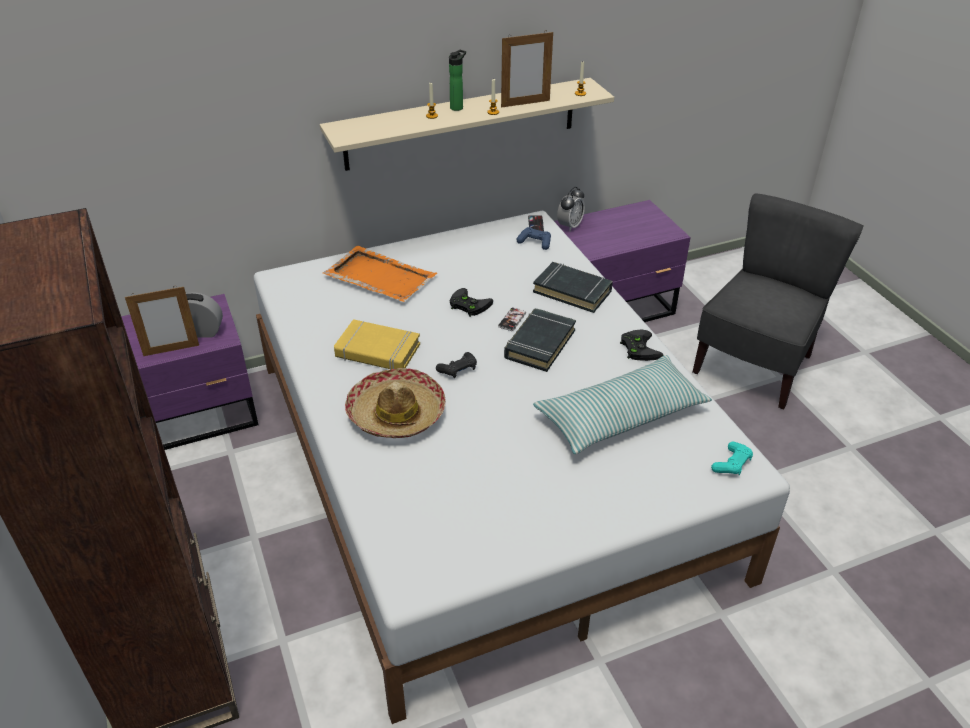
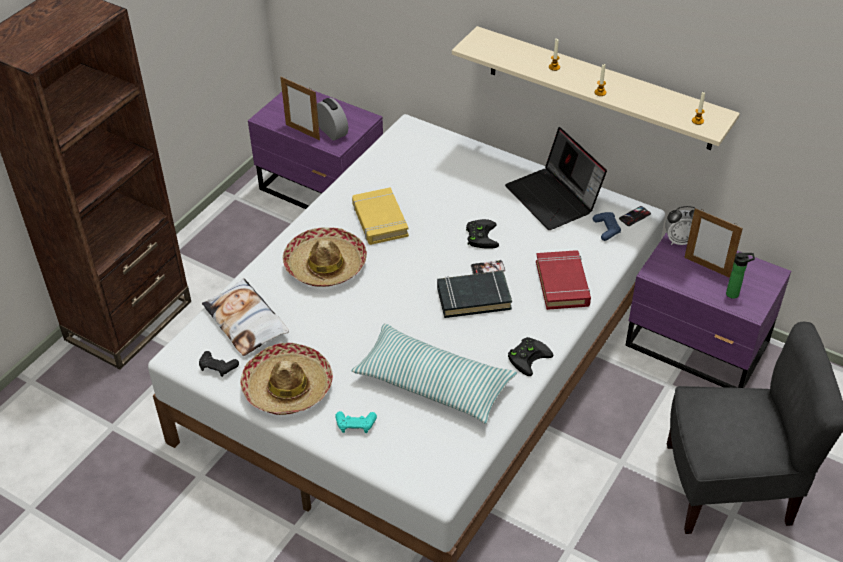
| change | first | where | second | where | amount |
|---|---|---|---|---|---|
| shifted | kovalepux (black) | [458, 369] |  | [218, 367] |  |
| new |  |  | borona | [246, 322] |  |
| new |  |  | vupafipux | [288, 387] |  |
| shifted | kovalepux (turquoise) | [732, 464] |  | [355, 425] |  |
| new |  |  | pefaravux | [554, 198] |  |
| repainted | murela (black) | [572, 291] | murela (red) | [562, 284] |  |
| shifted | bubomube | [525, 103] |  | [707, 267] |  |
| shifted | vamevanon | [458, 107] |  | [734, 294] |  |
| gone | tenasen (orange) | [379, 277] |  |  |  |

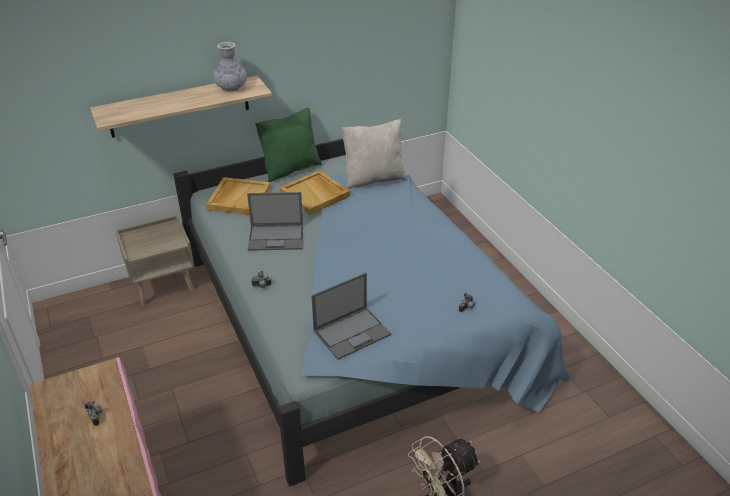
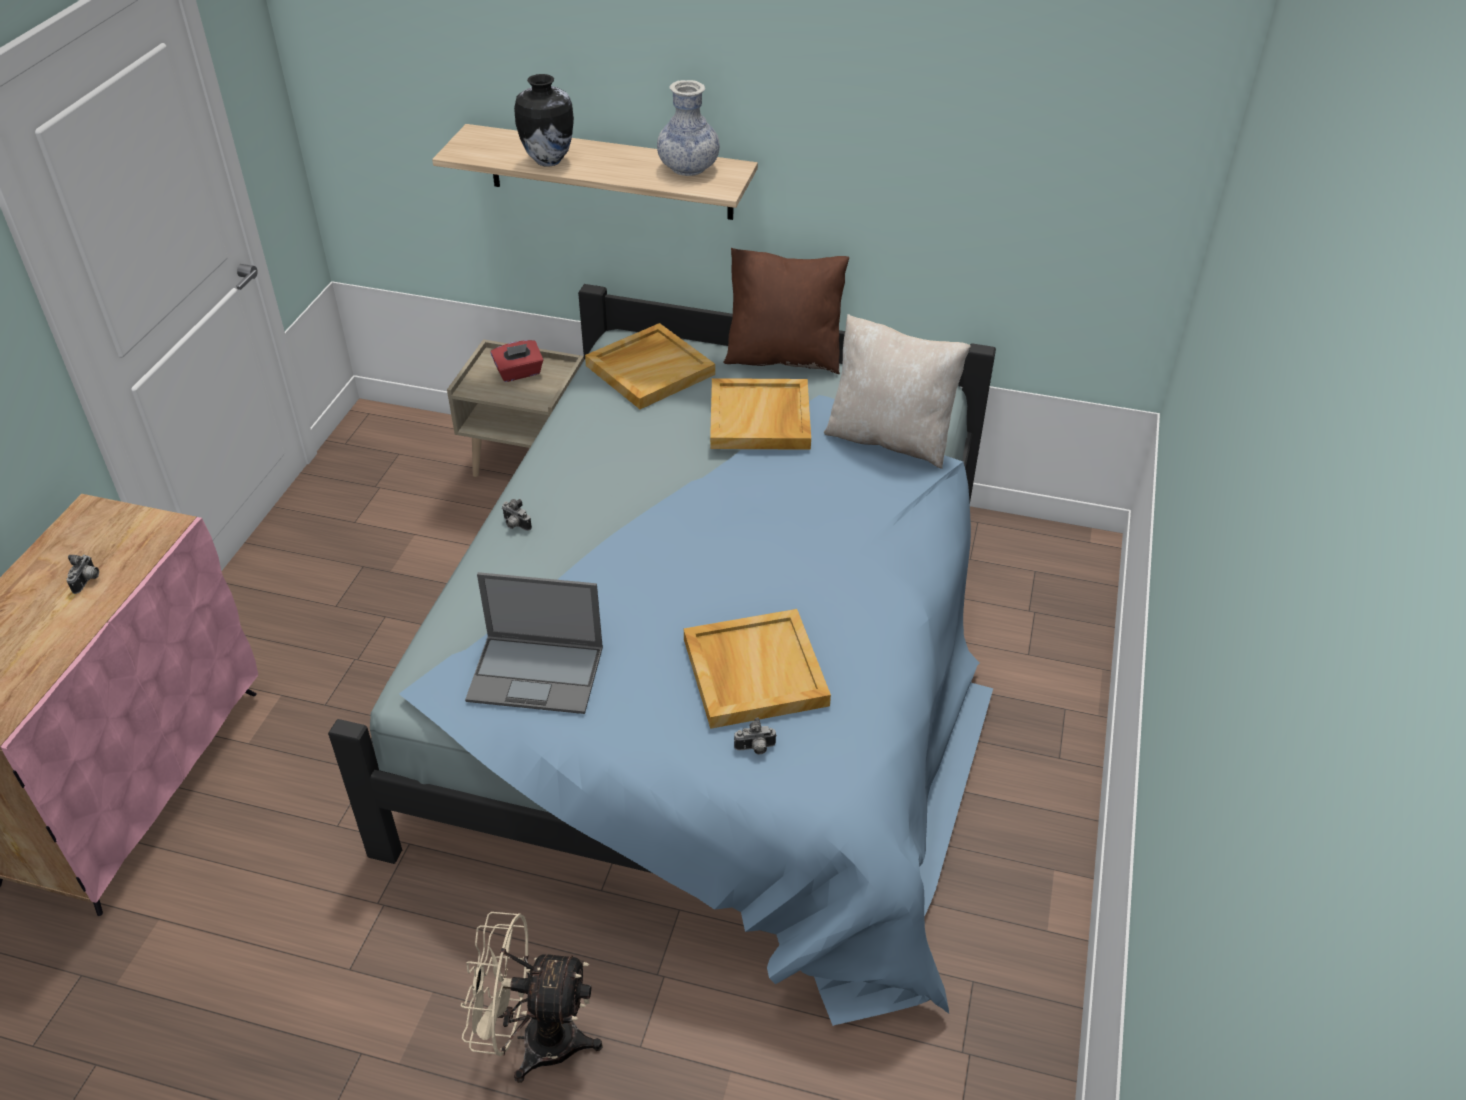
| change | first | where | second | where | amount |
|---|---|---|---|---|---|
| new |  |  | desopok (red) | [519, 373] |  |
| new |  |  | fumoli | [548, 160] |  |
| new |  |  | tenasen (beige) | [753, 671] |  |
| repainted | borona (green) | [290, 169] | borona (brown) | [783, 357] |  |
| gone | pefaravux | [277, 237] |  |  |  |

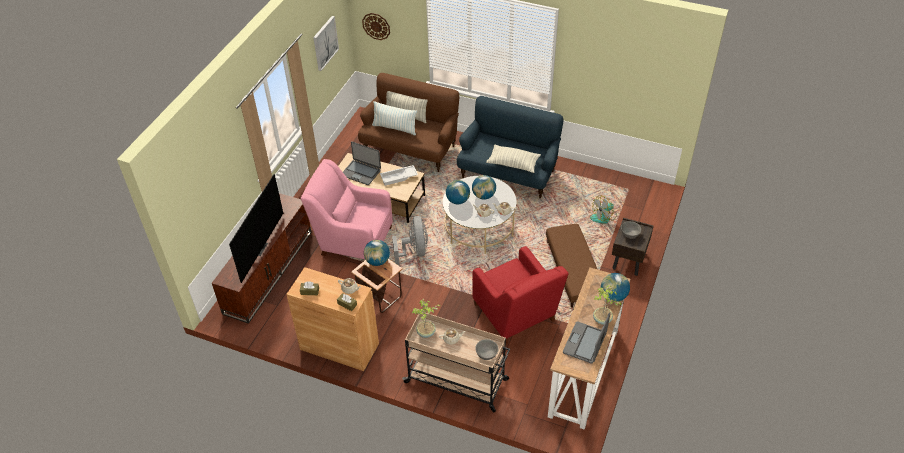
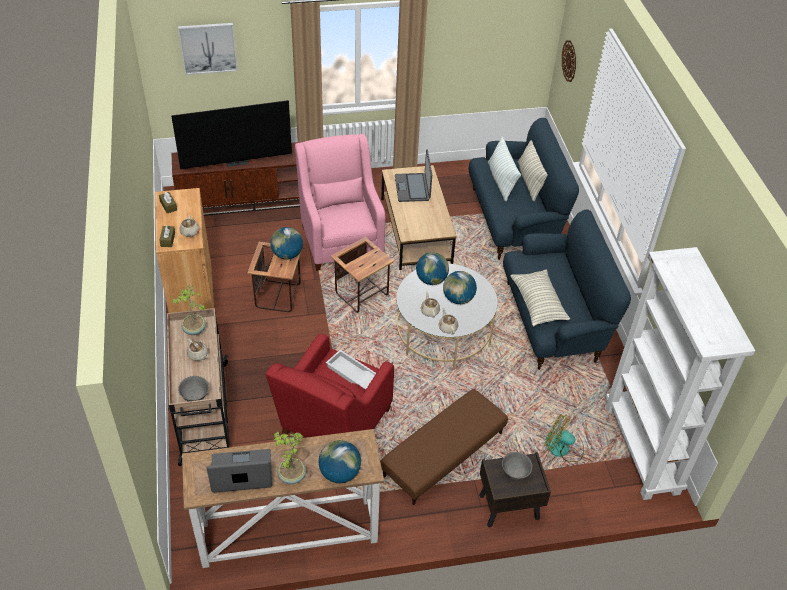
| change | first | where | second | where | amount |
|---|---|---|---|---|---|
| shifted | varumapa | [325, 43] |  | [208, 48] |  |
| shifted | tenasen (white) | [399, 177] |  | [352, 374] |  |
| swapped | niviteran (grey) | [414, 251] | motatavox | [362, 294] |  |
| repainted | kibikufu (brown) | [410, 148] | kibikufu (blue) | [513, 220] |  |
| new |  |  | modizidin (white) | [642, 449] |  |

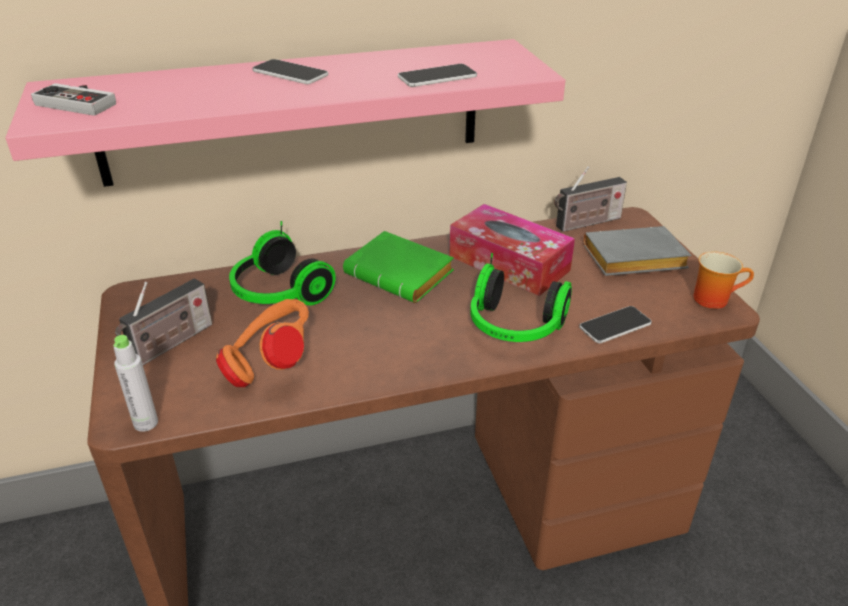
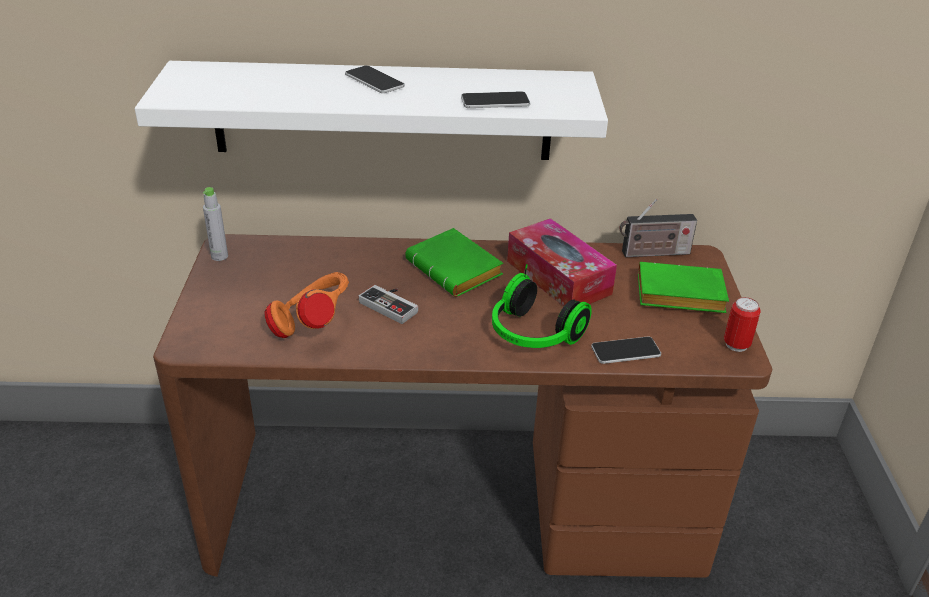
| change | first | where | second | where | amount |
|---|---|---|---|---|---|
| repainted | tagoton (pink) | [293, 112] | tagoton (white) | [383, 111] |  |
| shifted | vamevanon (grey) | [146, 423] |  | [219, 256] |  |
| shifted | kovalepux | [81, 102] |  | [392, 305] |  |
| repainted | murela (grey) | [632, 260] | murela (green) | [677, 296] |  |
| swapped | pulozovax | [713, 298] | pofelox | [736, 345] |  |
| gone | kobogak | [170, 345] |  |  |  |
| gone | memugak | [277, 293] |  |  |  |

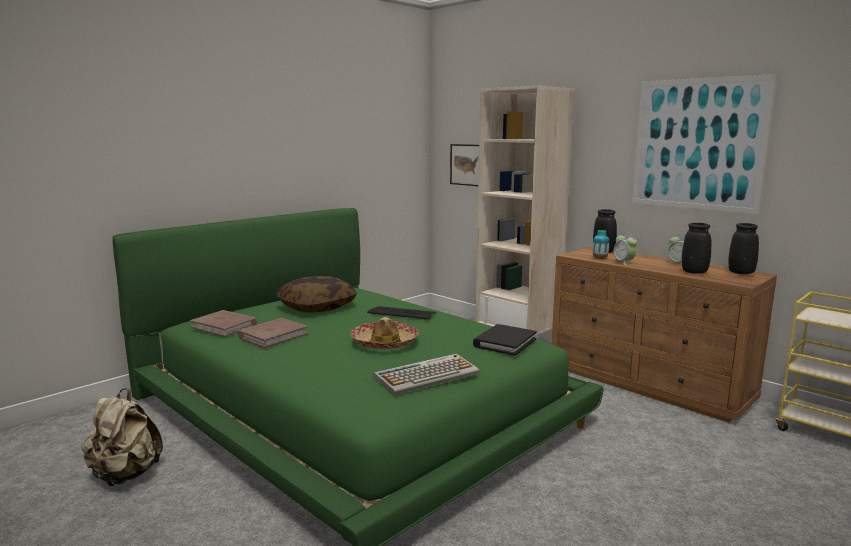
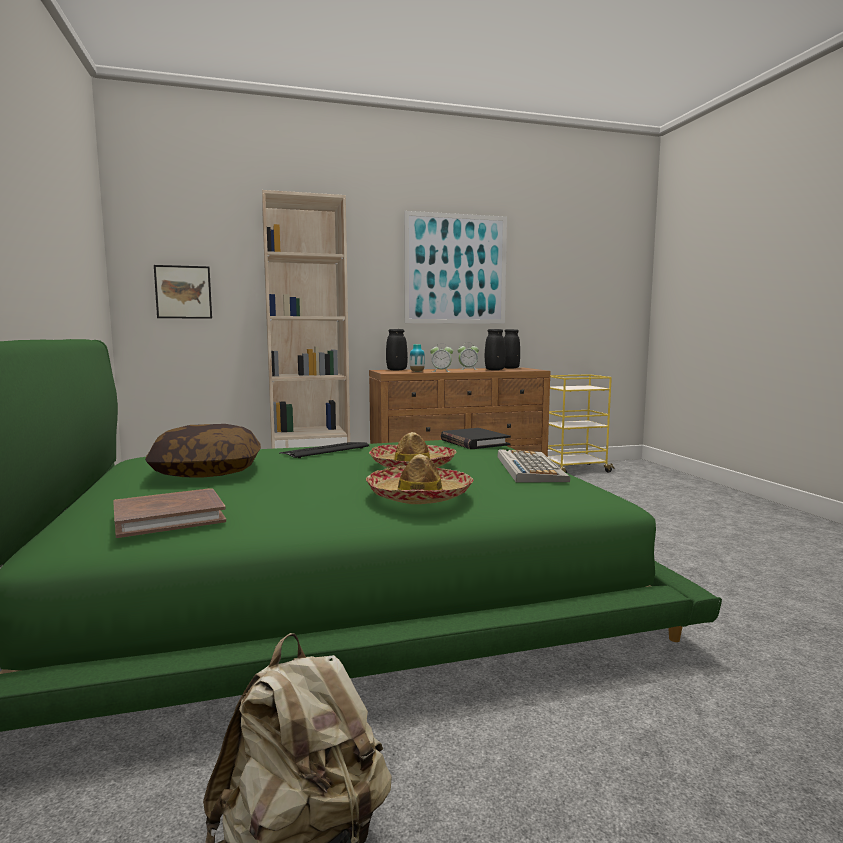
| change | first | where | second | where | amount |
|---|---|---|---|---|---|
| new |  |  | vupafipux | [419, 496] |  |
| gone | murela (brown) | [273, 336] |  |  |  |

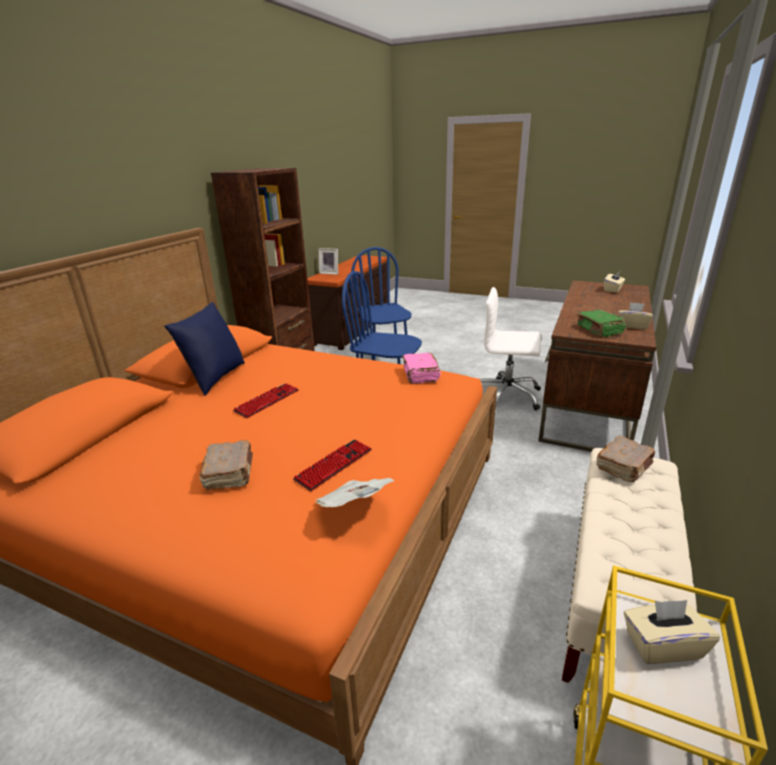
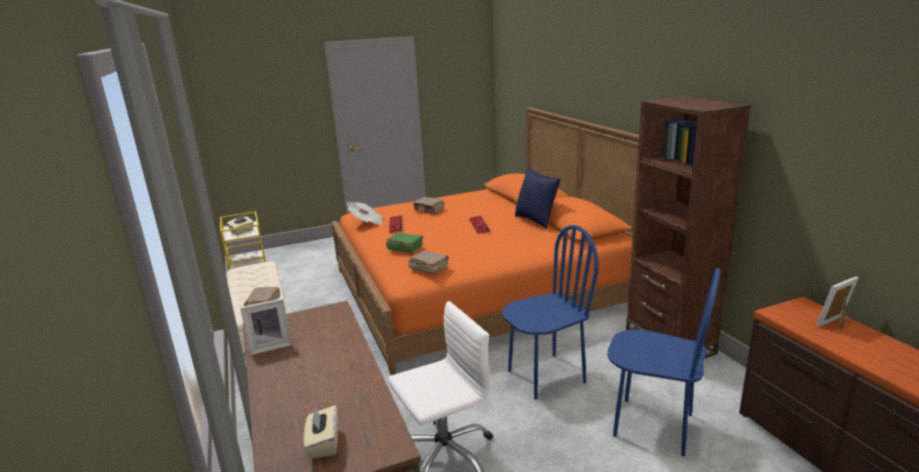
| change | first | where | second | where | amount |
|---|---|---|---|---|---|
| swapped | desopok (beige) | [632, 326] | bubomube | [270, 346] |  |
| shifted | murela (green) | [599, 330] |  | [404, 248] |  |
| repainted | murela (pink) | [420, 375] | murela (brown) | [428, 268] |  |

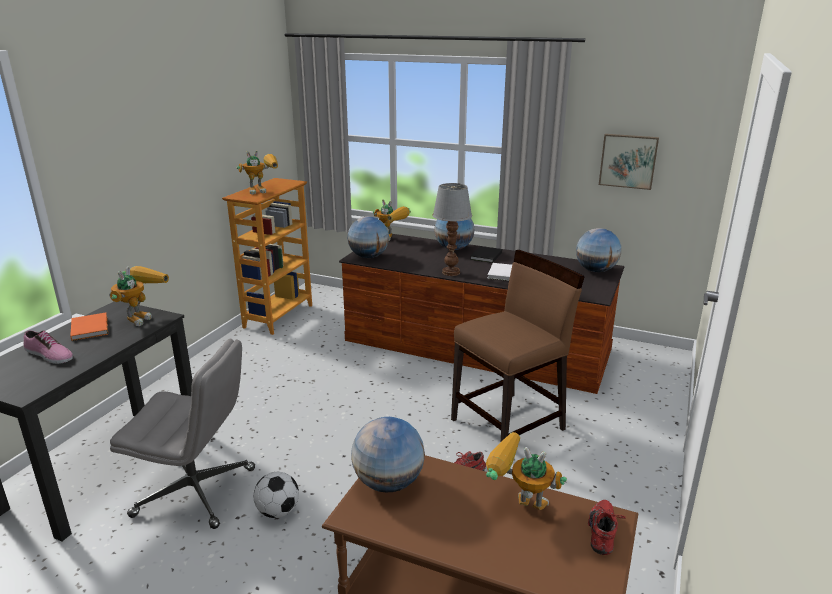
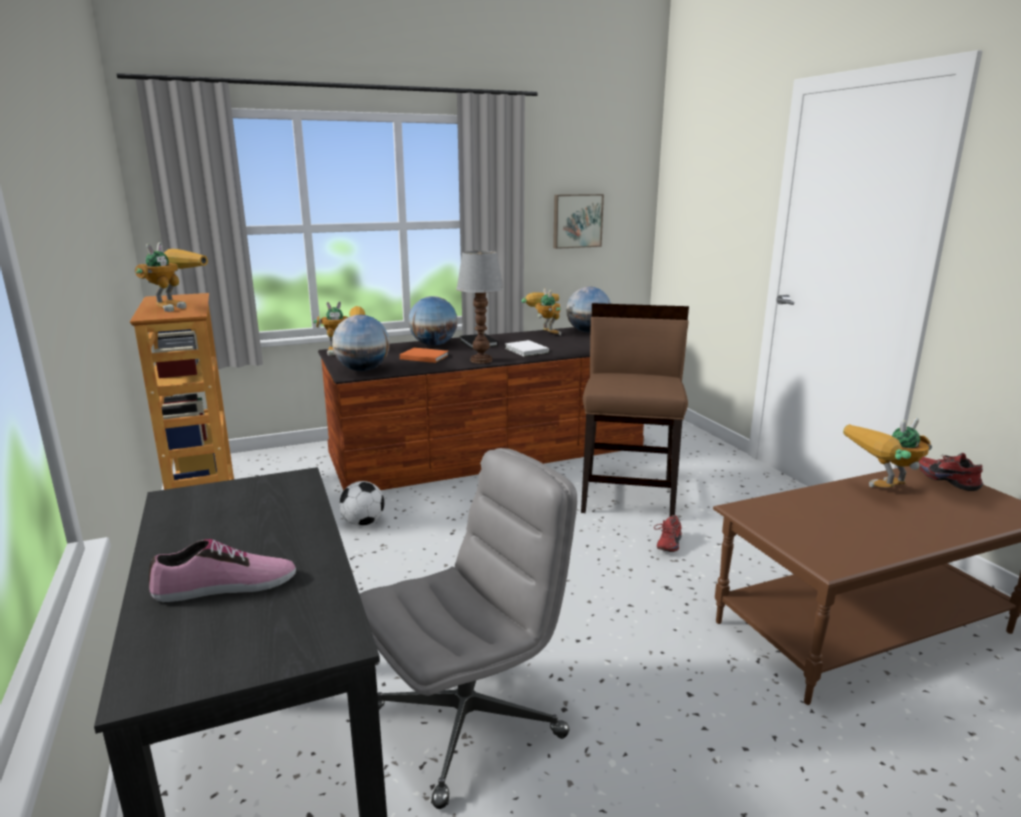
| change | first | where | second | where | amount |
|---|---|---|---|---|---|
| shifted | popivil | [278, 511] |  | [363, 522] |  |
| shifted | murela (orange) | [90, 328] |  | [423, 357] |  |
| shifted | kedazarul | [141, 316] |  | [544, 333] |  |
| gone | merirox | [389, 483] |  |  |  |

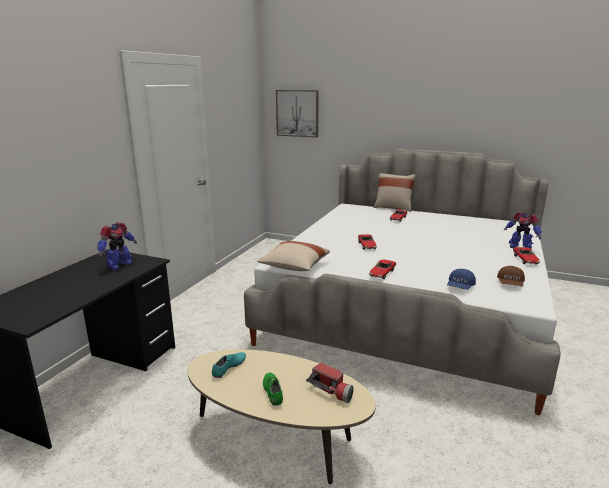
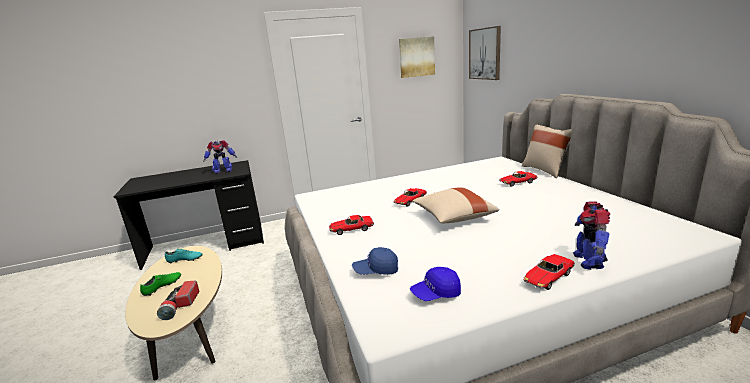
| change | first | where | second | where | amount |
|---|---|---|---|---|---|
| new |  |  | varumapa | [416, 57] |  |
| repainted | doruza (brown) | [510, 284] | doruza (blue) | [436, 294] |  |
| shifted | borona (beige) | [294, 267] |  | [453, 217] |  |

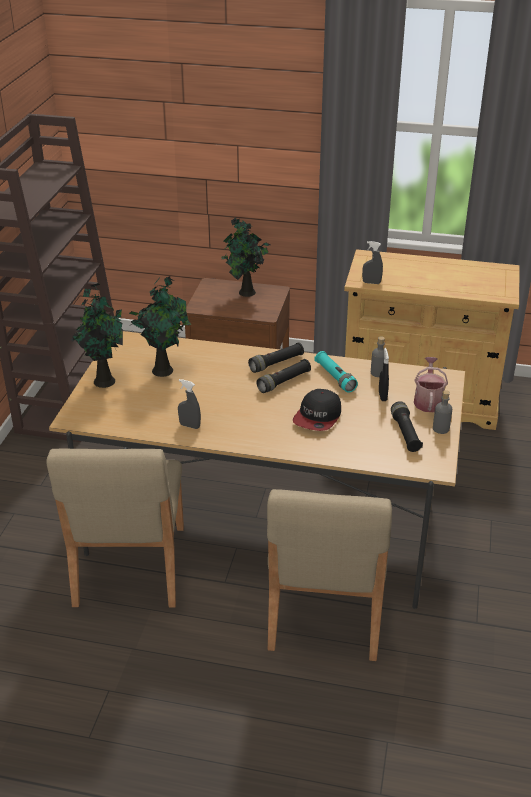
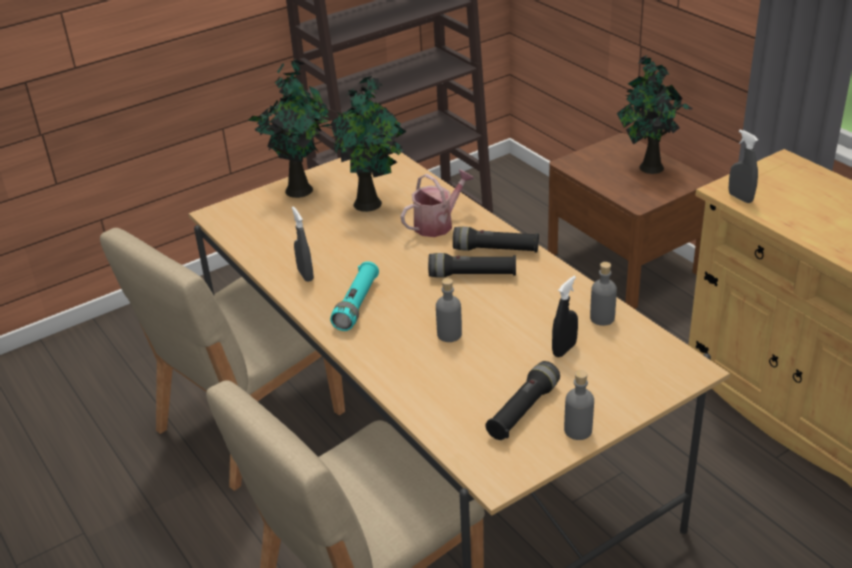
| change | first | where | second | where | amount |
|---|---|---|---|---|---|
| shifted | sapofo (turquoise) | [335, 377] |  | [357, 304] |  |
| shifted | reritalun | [428, 400] |  | [438, 223] |  |
| swapped | doruza | [318, 417] | vamevanon (grey) | [449, 334] |  |

